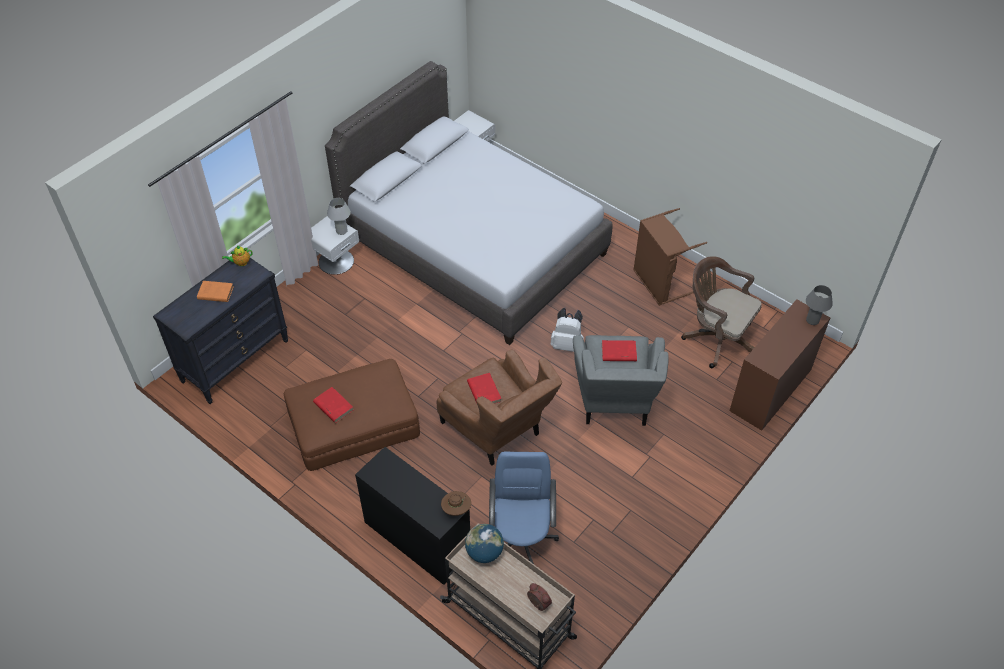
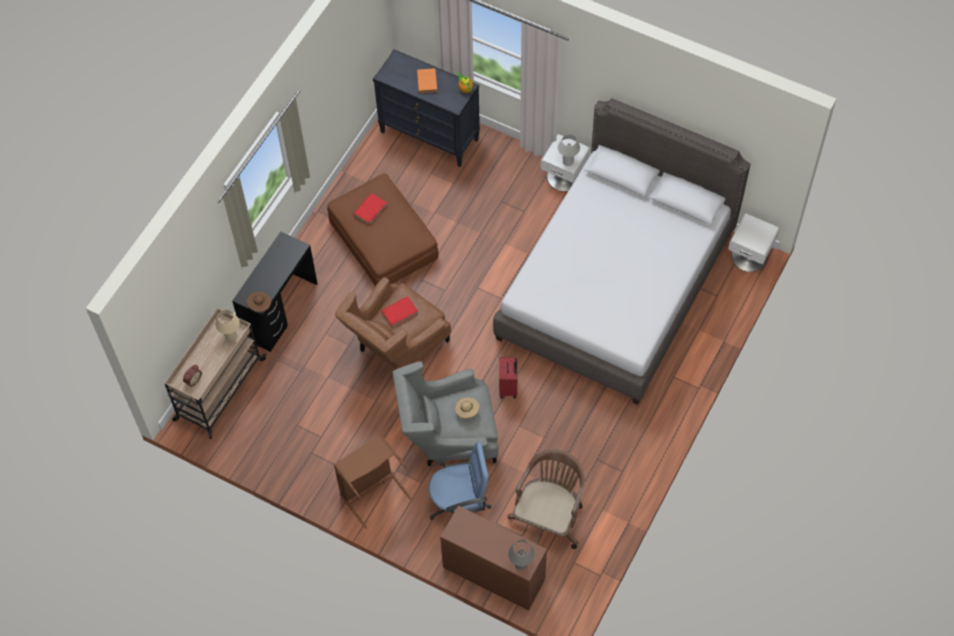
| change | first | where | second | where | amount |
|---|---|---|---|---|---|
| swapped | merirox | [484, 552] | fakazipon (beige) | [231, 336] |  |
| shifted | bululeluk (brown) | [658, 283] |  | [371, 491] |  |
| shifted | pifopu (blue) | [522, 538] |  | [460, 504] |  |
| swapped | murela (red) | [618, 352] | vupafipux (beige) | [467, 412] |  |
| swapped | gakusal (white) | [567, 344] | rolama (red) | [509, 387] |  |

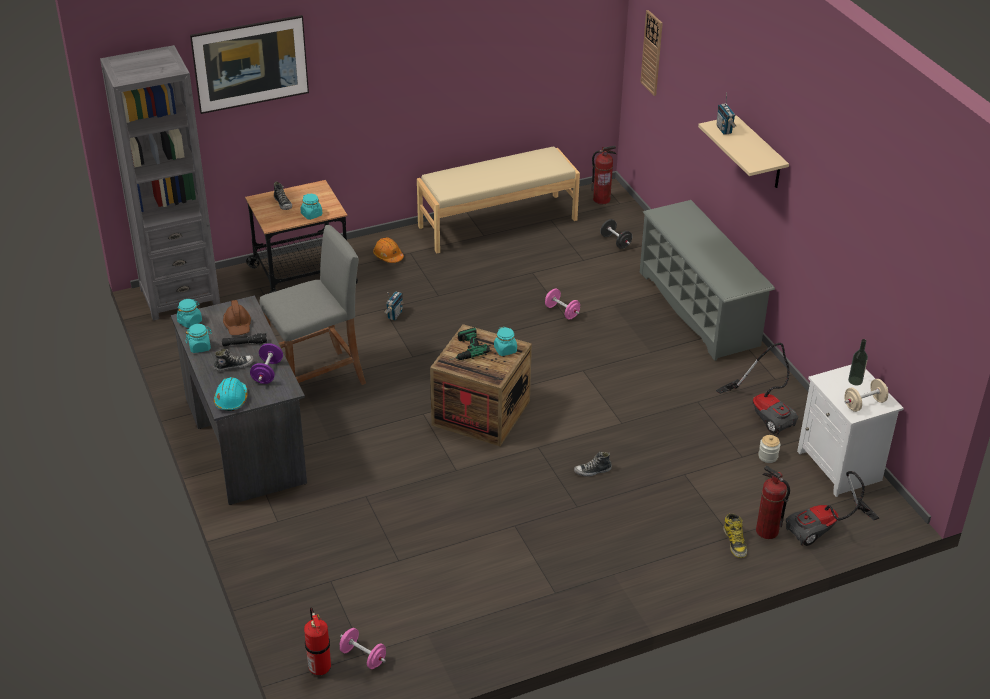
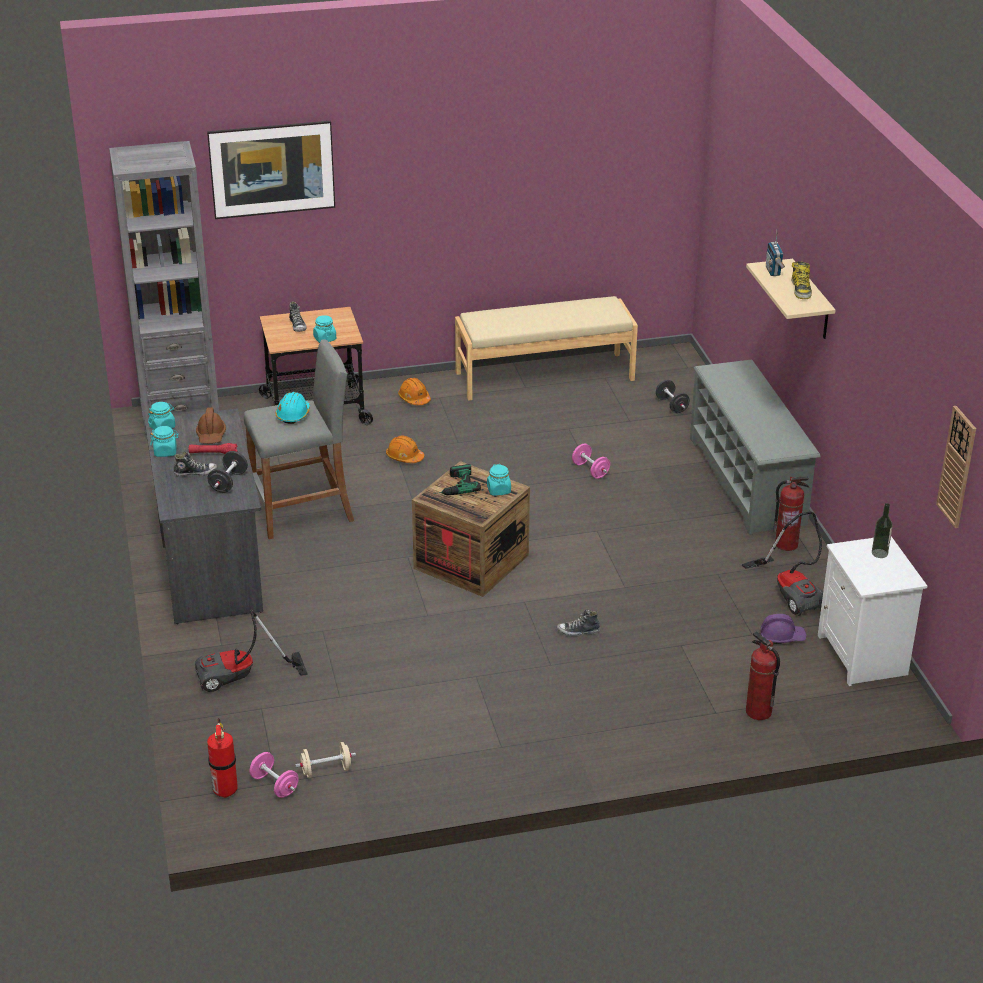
| change | first | where | second | where | amount |
|---|---|---|---|---|---|
| repainted | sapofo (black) | [244, 344] | sapofo (red) | [213, 453] |  |
| shifted | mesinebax | [826, 529] |  | [242, 678] |  |
| repainted | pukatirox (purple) | [267, 372] | pukatirox (black) | [228, 482] |  |
| shifted | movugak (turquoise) | [231, 400] |  | [293, 415] |  |
| shifted | pukatirox (beige) | [864, 404] |  | [326, 770] |  |
| swapped | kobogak | [394, 315] | movugak (orange) | [404, 457] |  |
| swapped | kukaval | [768, 456] | movugak (purple) | [782, 637] |  |
| shifted | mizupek | [601, 199] |  | [786, 544] |  |
| shifted | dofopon | [735, 542] |  | [801, 289] |  |
| shifted | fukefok | [652, 53] |  | [957, 467] |  |

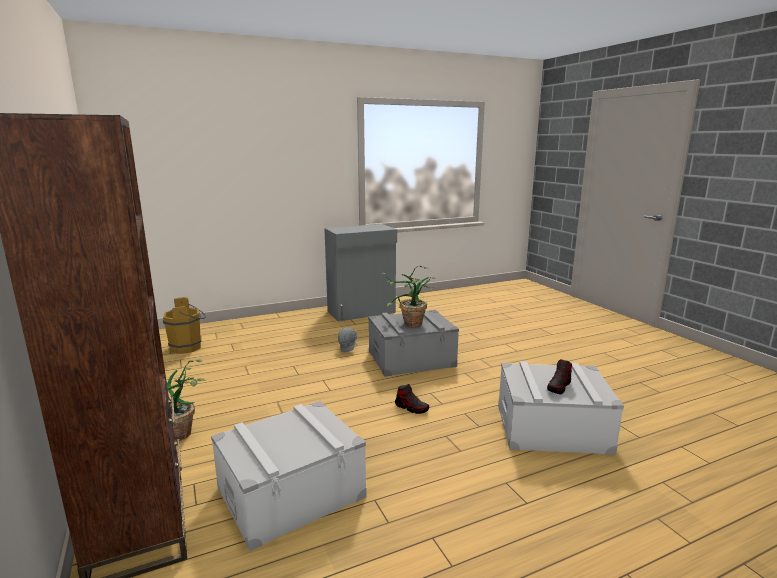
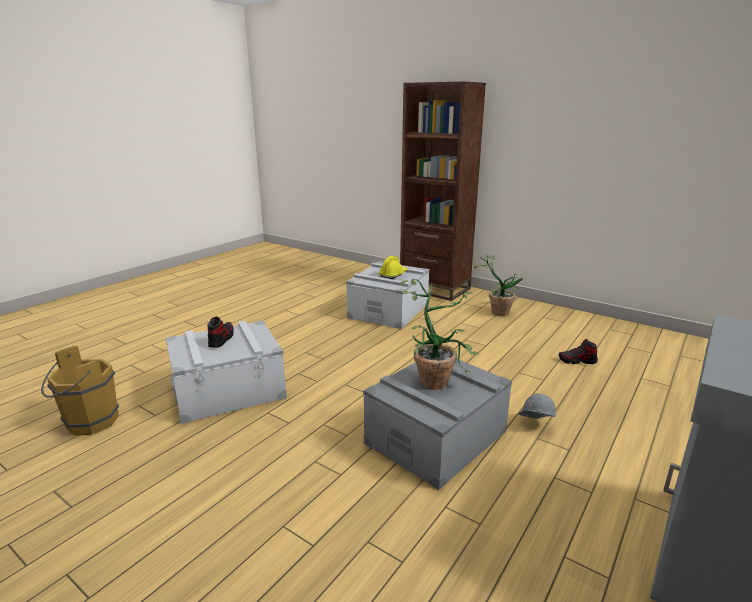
| change | first | where | second | where | amount |
|---|---|---|---|---|---|
| shifted | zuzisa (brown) | [188, 347] |  | [88, 423] |  |
| new |  |  | movugak (yellow) | [393, 274] |  |
| shifted | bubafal | [411, 408] |  | [577, 361] |  |

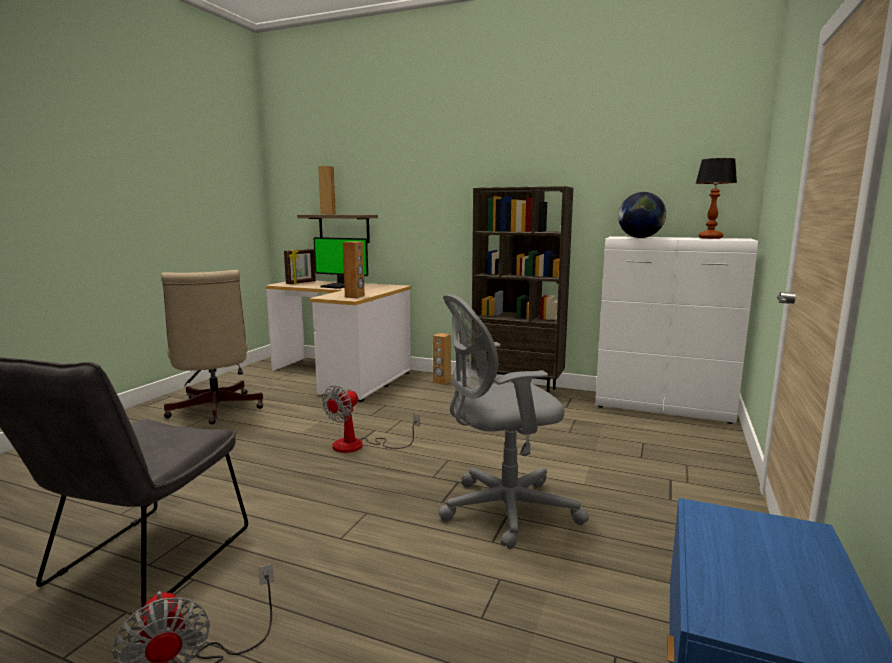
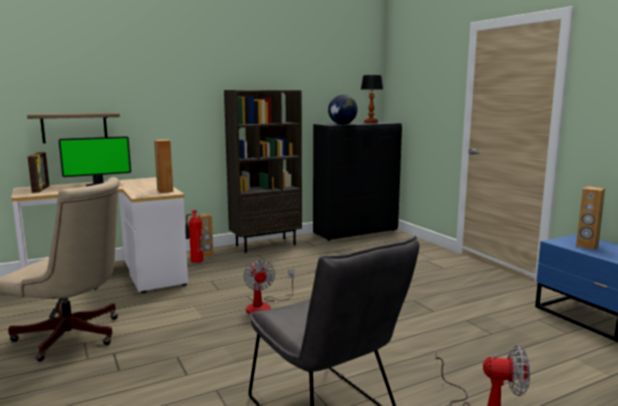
| change | first | where | second | where | amount |
|---|---|---|---|---|---|
| new |  |  | mizupek | [195, 261] |  |
| repainted | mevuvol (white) | [664, 409] | mevuvol (black) | [356, 232] |  |
| shifted | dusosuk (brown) | [328, 214] |  | [587, 246] |  |
| gone | pifopu (grey) | [502, 510] |  |  |  |

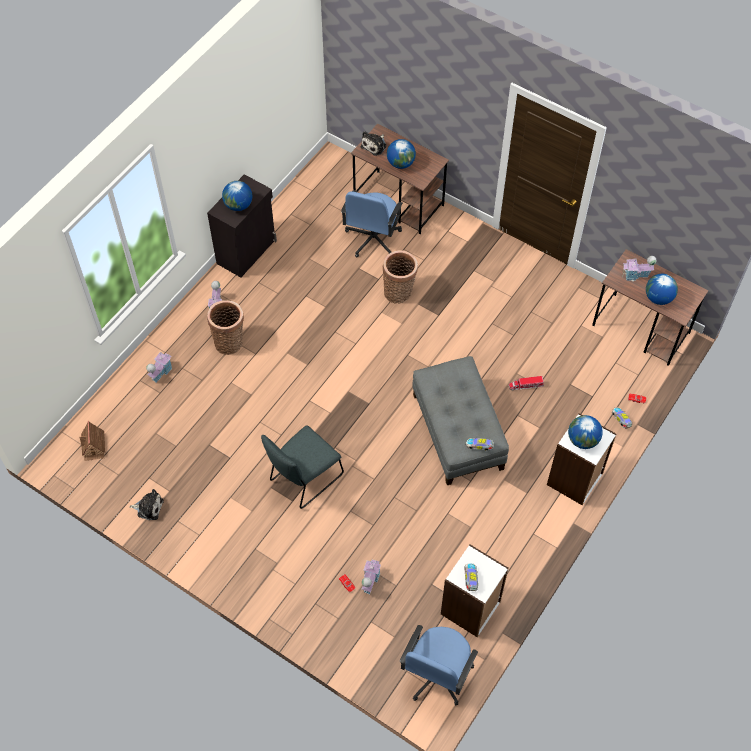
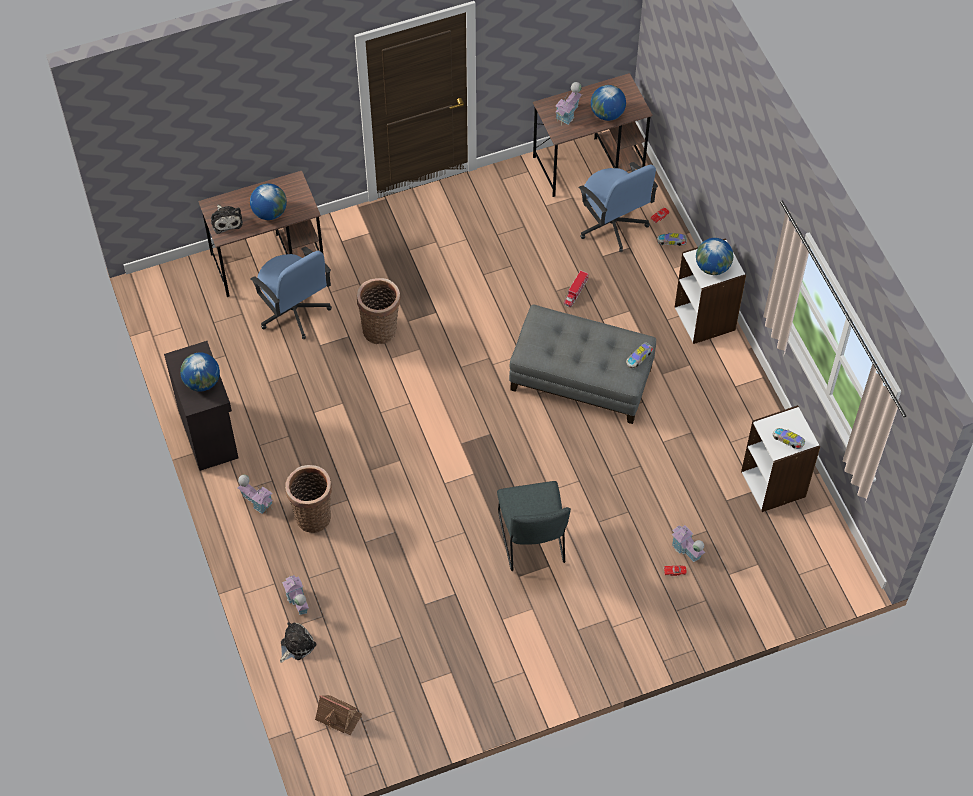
| change | first | where | second | where | amount |
|---|---|---|---|---|---|
| shifted | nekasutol | [148, 507] |  | [296, 645] |  |
| shifted | pifopu (blue) | [436, 674] |  | [612, 225] |  |

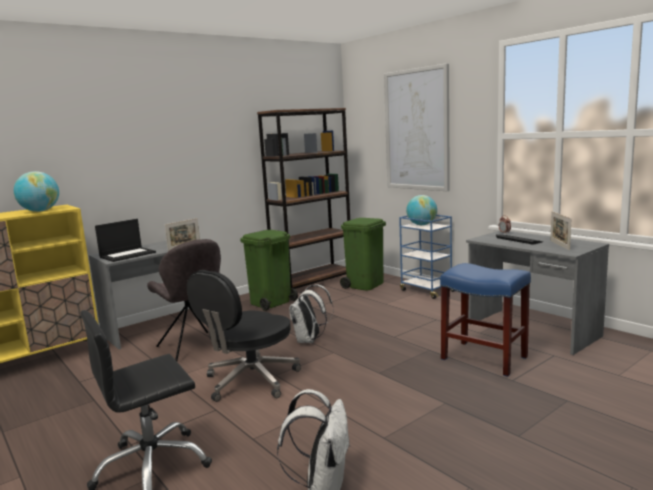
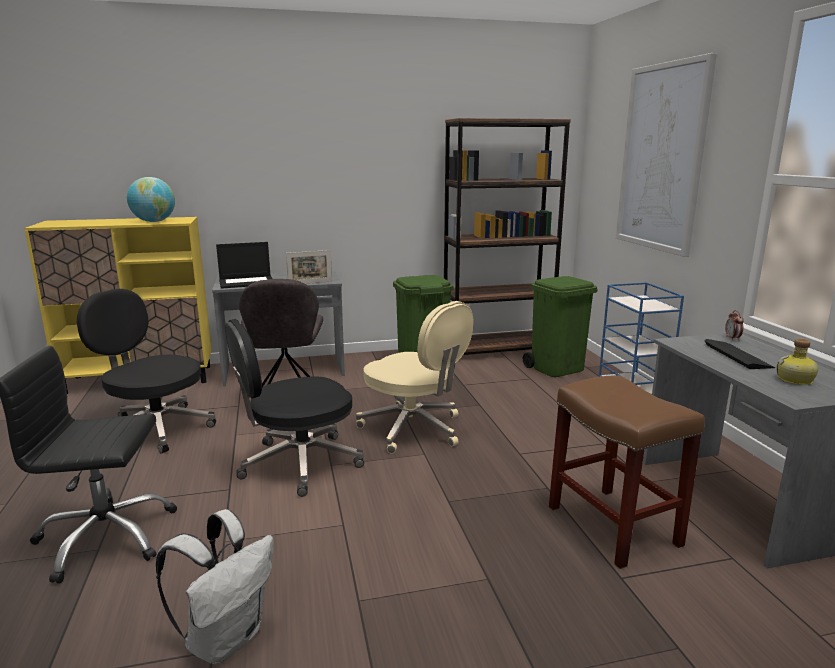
| change | first | where | second | where | amount |
|---|---|---|---|---|---|
| new |  |  | pifopu (black) | [155, 429] |  |
| swapped | gakusal (white) | [310, 340] | pifopu (beige) | [414, 429] |  |
| repainted | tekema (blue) | [483, 358] | tekema (brown) | [611, 525] |  |
| swapped | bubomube | [559, 245] | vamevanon | [795, 380] |  |
| gone | merirox | [421, 225] |  |  |  |

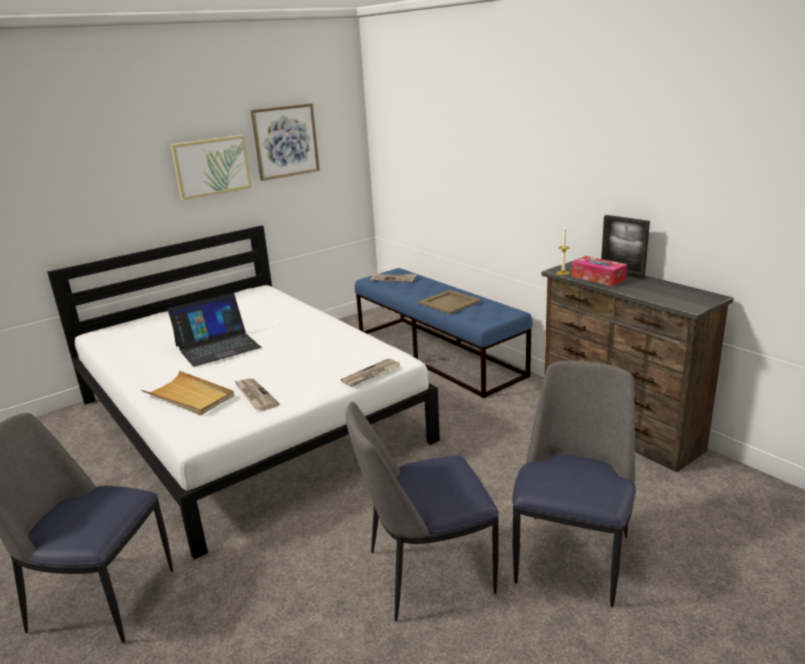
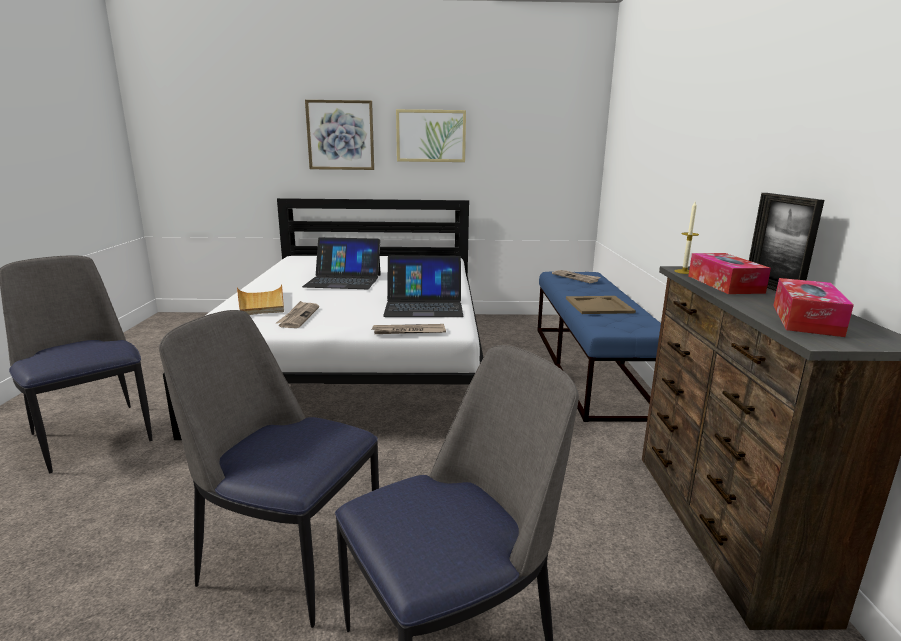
| change | first | where | second | where | amount |
|---|---|---|---|---|---|
| shifted | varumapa | [285, 141] |  | [340, 135] |  |
| new |  |  | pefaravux | [424, 306] |  |
| new |  |  | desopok | [806, 320] |  |

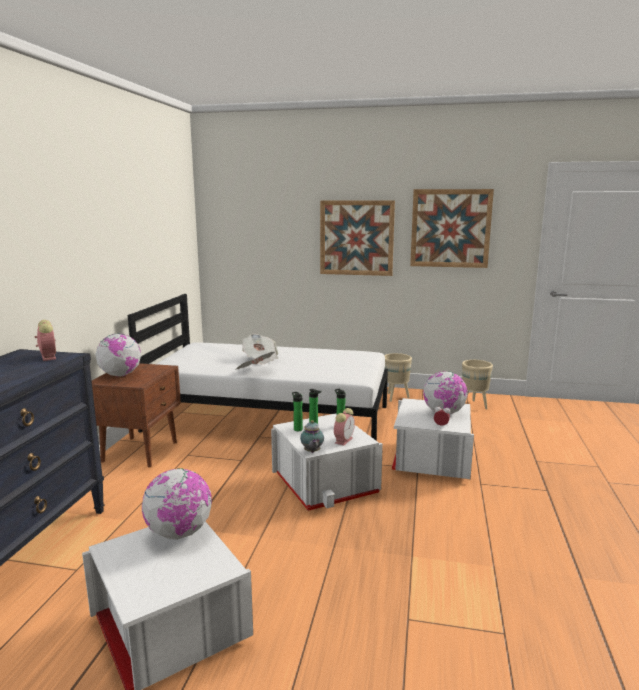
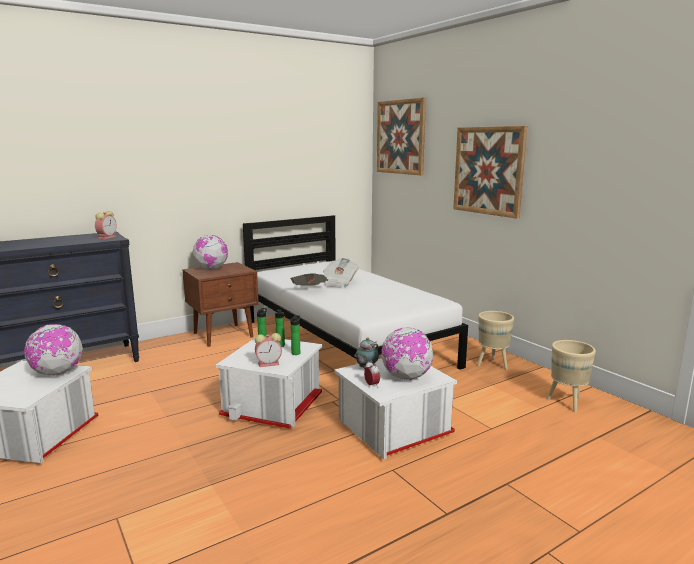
| change | first | where | second | where | amount |
|---|---|---|---|---|---|
| shifted | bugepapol | [312, 452] |  | [366, 368] |  |
| shifted | varumapa | [450, 228] |  | [400, 137] |  |

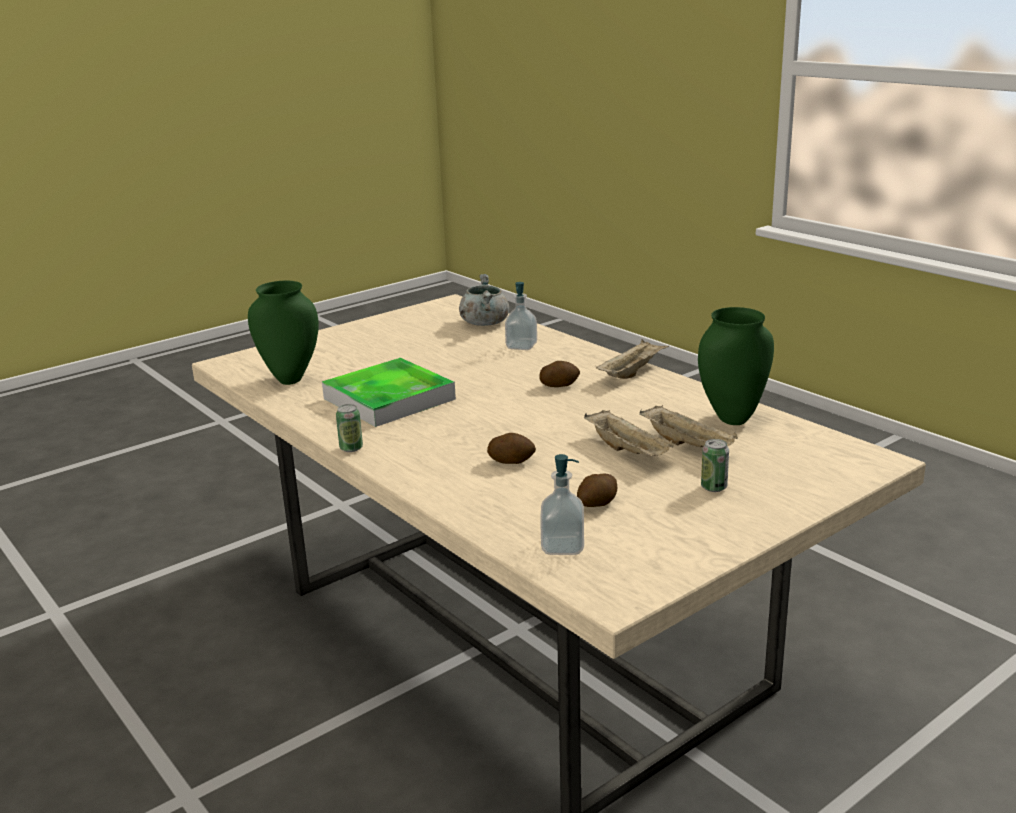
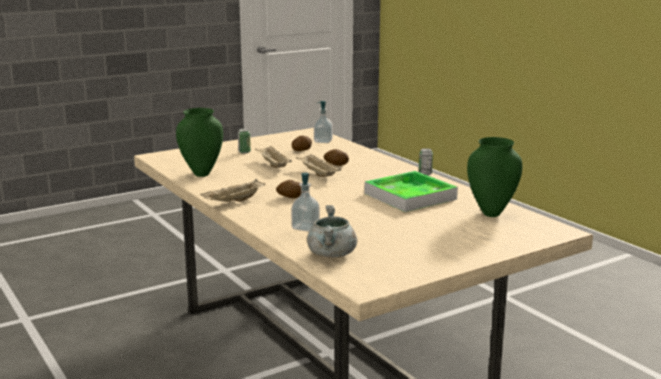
| change | first | where | second | where | amount |
|---|---|---|---|---|---|
| shifted | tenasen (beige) | [688, 445] |  | [317, 174] |  |

